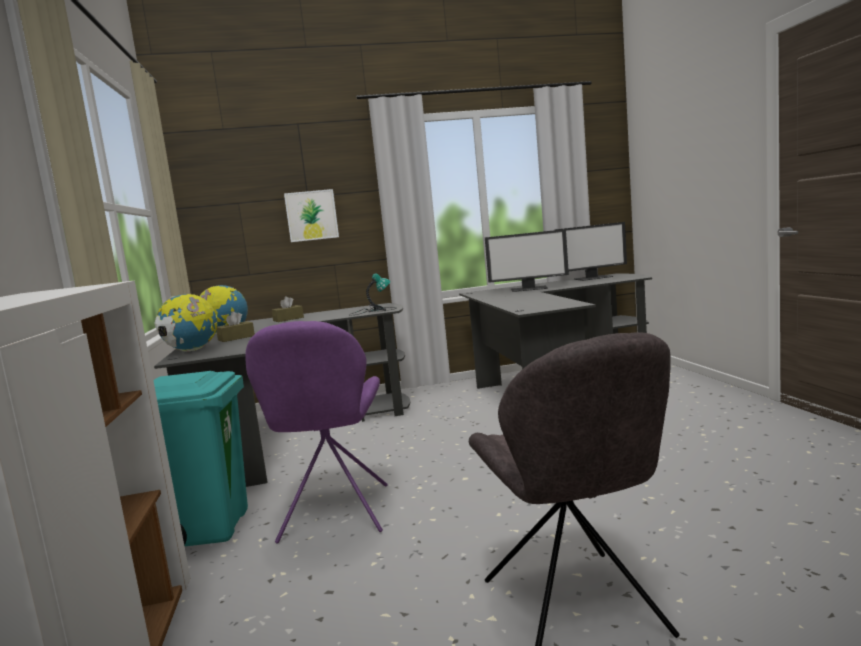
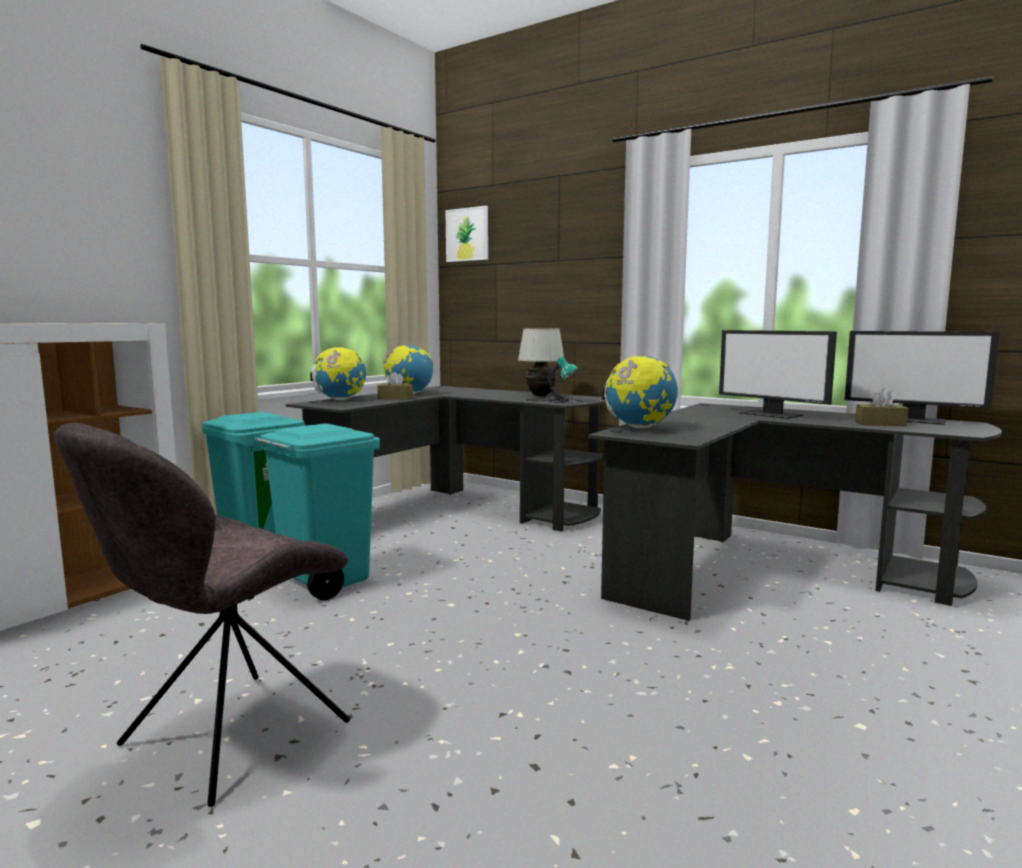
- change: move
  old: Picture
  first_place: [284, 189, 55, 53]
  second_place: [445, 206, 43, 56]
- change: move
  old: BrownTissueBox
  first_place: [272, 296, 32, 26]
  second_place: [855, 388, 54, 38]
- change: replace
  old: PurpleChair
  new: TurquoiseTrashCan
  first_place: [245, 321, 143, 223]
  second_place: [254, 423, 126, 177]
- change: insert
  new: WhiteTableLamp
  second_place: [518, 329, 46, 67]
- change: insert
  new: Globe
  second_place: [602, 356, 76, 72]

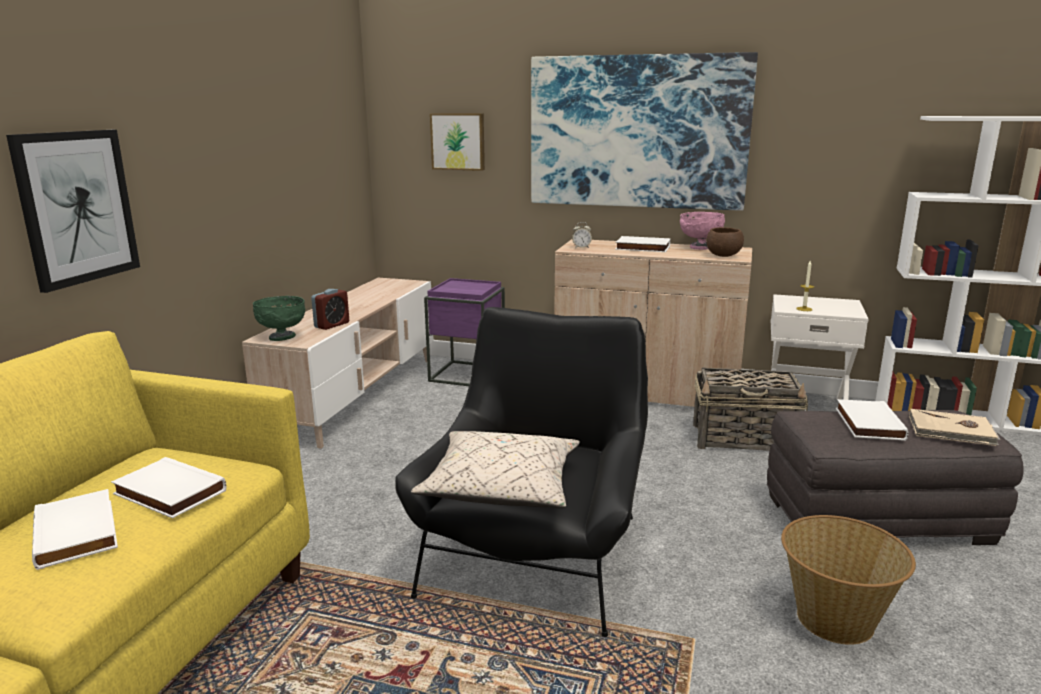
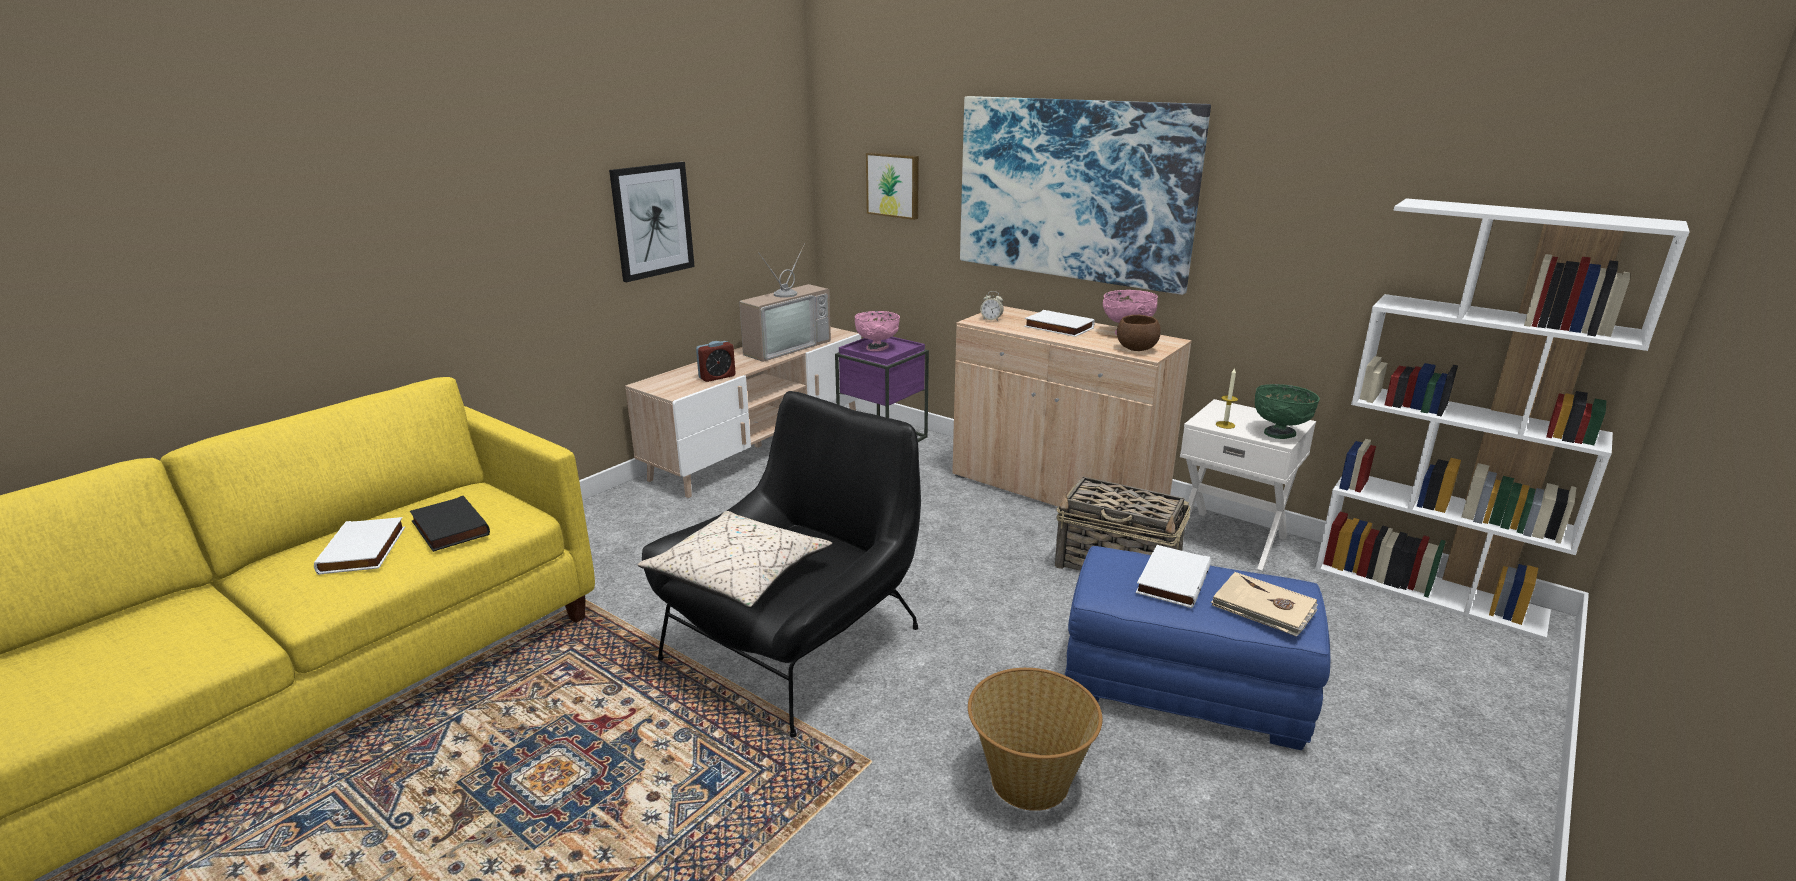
- change: move
  old: Picture
  first_place: [6, 130, 134, 163]
  second_place: [609, 162, 86, 120]
- change: move
  old: GreenBowl
  first_place: [253, 296, 52, 45]
  second_place: [1255, 384, 64, 55]
- change: recolor
  old: GreyOttoman
  new: BlueOttoman
  first_place: [767, 410, 257, 135]
  second_place: [1065, 546, 265, 204]
- change: recolor
  old: WhiteBook
  new: BlackBook
  first_place: [111, 457, 116, 61]
  second_place: [410, 496, 80, 56]
- change: insert
  new: Television
  second_place: [739, 243, 92, 119]
- change: insert
  new: PinkBowl
  second_place: [855, 311, 45, 40]

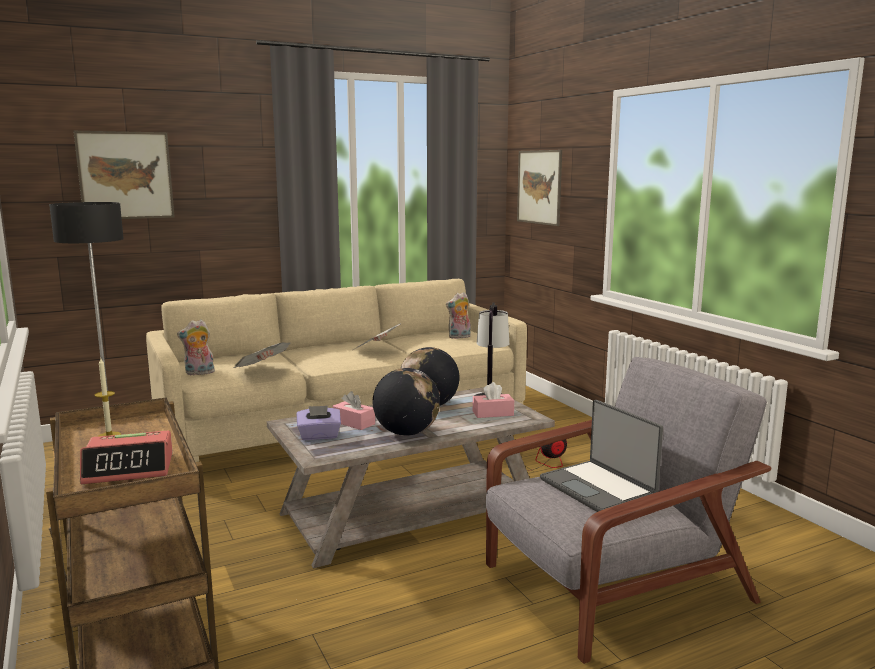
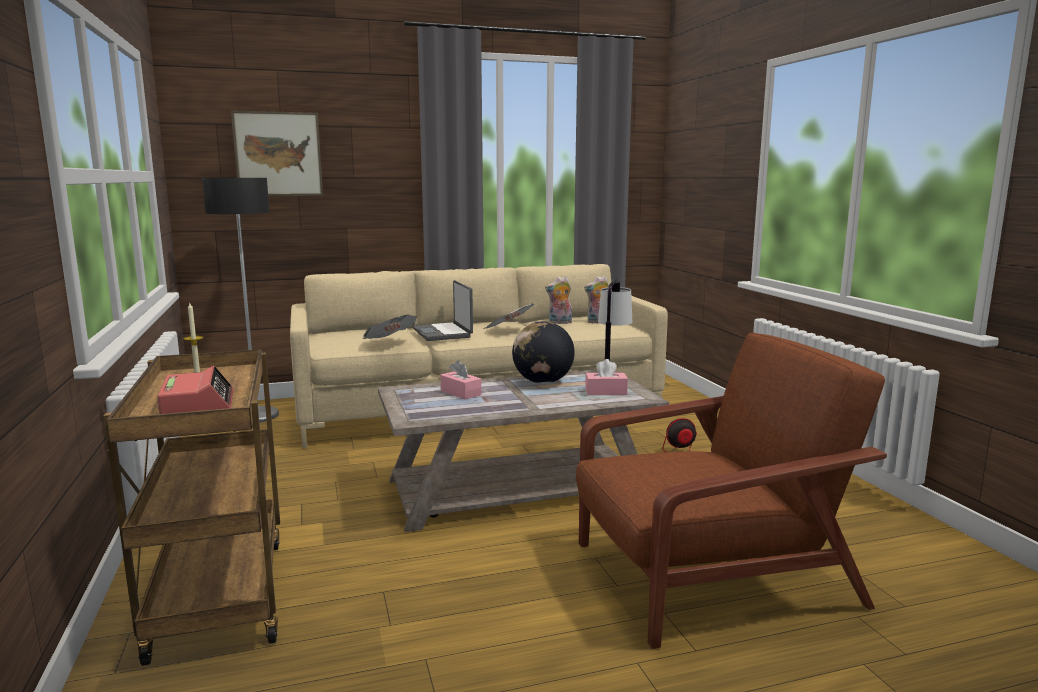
- change: delete
  old: Picture
  first_place: [517, 150, 45, 76]
- change: move
  old: PlushToy
  first_place: [177, 320, 38, 55]
  second_place: [545, 276, 27, 48]
- change: recolor
  old: GreyArmchair
  new: BrownArmchair
  first_place: [486, 357, 285, 307]
  second_place: [576, 332, 311, 317]
- change: delete
  old: Globe
  first_place: [373, 368, 67, 68]
- change: move
  old: Laptop
  first_place: [540, 400, 123, 112]
  second_place: [413, 280, 60, 61]
- change: delete
  old: PurpleTissueBox
  first_place: [297, 406, 44, 34]
- change: rotate
  old: AlarmClock
  first_place: [80, 431, 93, 53]
  second_place: [157, 366, 76, 48]
  degrees: -105

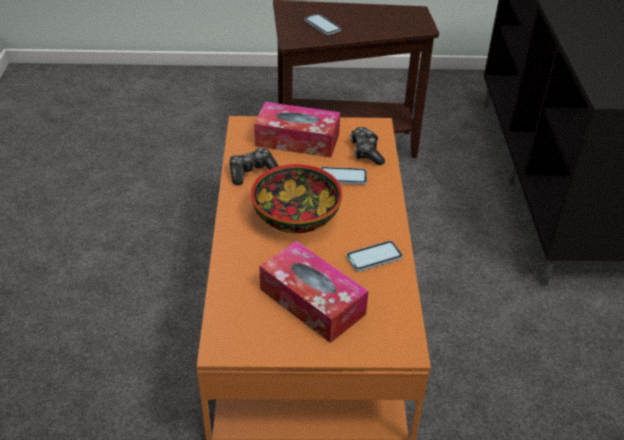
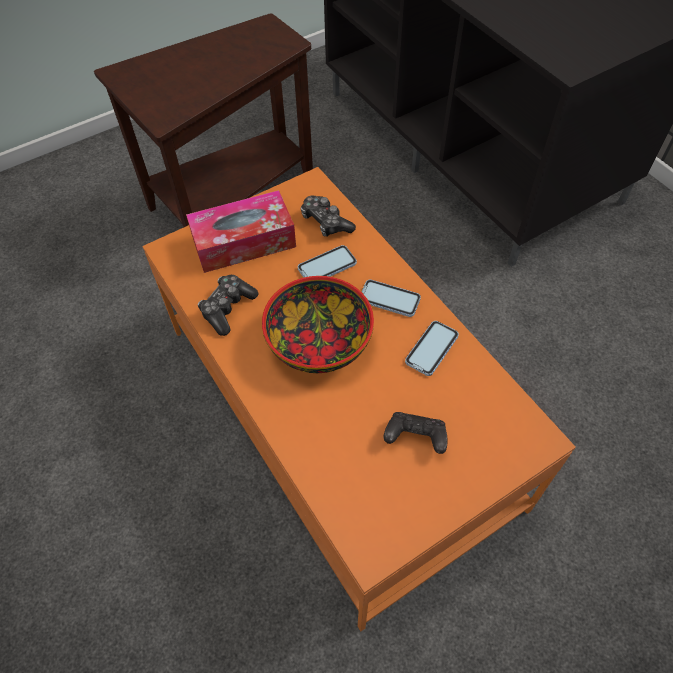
- change: move
  old: Phone
  first_place: [304, 14, 38, 21]
  second_place: [361, 280, 60, 37]
- change: replace
  old: TissueBox
  new: BlackGameController
  first_place: [259, 241, 110, 102]
  second_place: [384, 412, 64, 42]

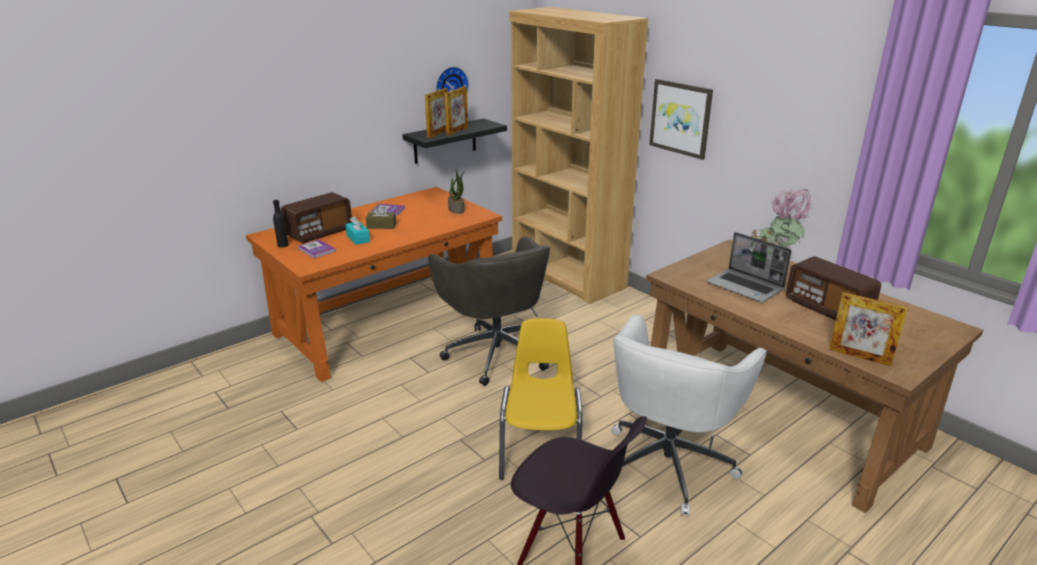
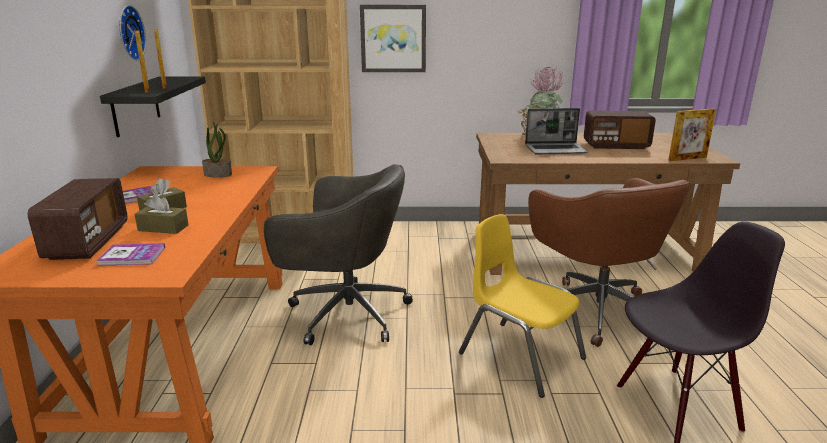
- change: delete
  old: BlackBottle
  first_place: [273, 200, 16, 48]
- change: recolor
  old: TurquoiseTissueBox
  new: BrownTissueBox
  first_place: [345, 216, 25, 29]
  second_place: [135, 194, 54, 40]
- change: recolor
  old: WhiteOfficeChair
  new: BrownOfficeChair
  first_place: [611, 315, 156, 201]
  second_place: [528, 178, 162, 169]

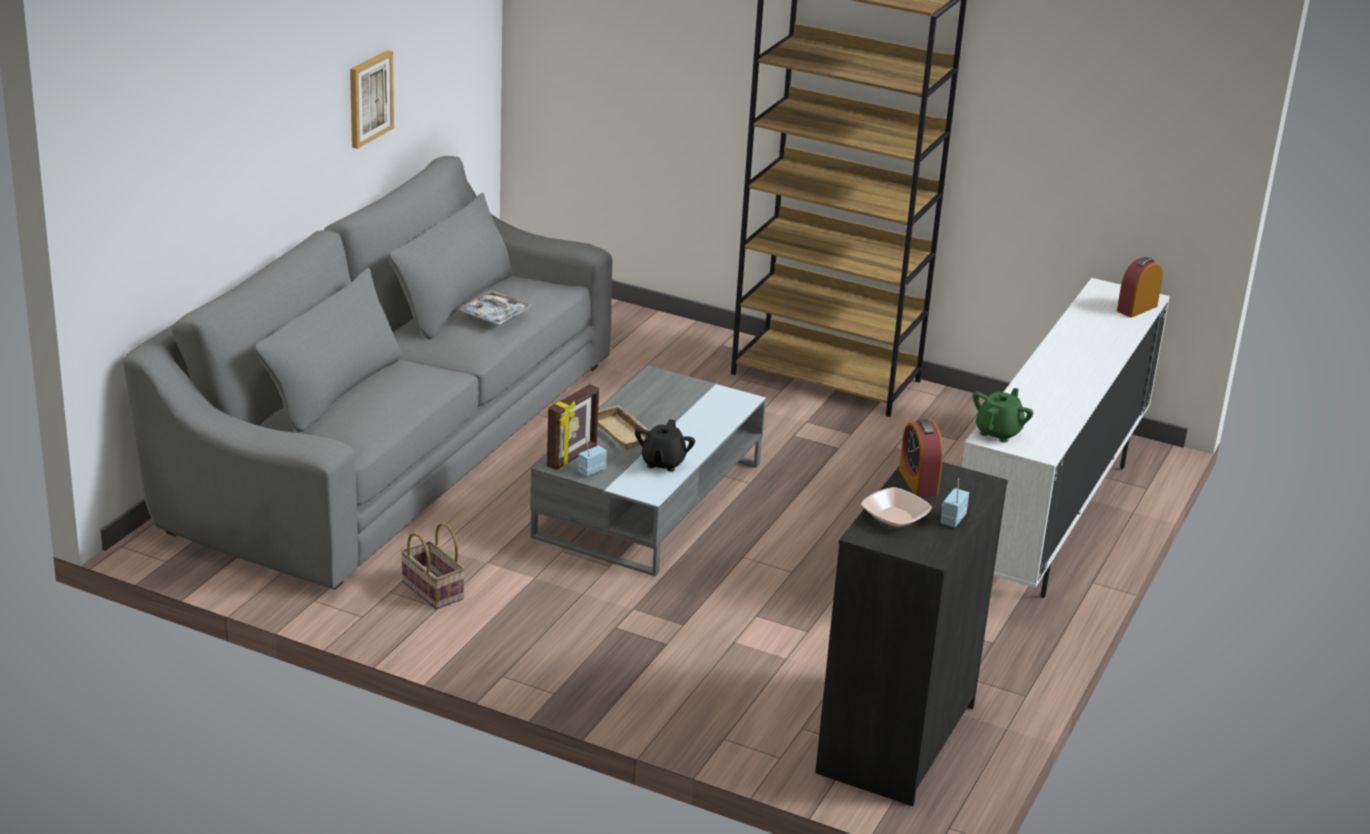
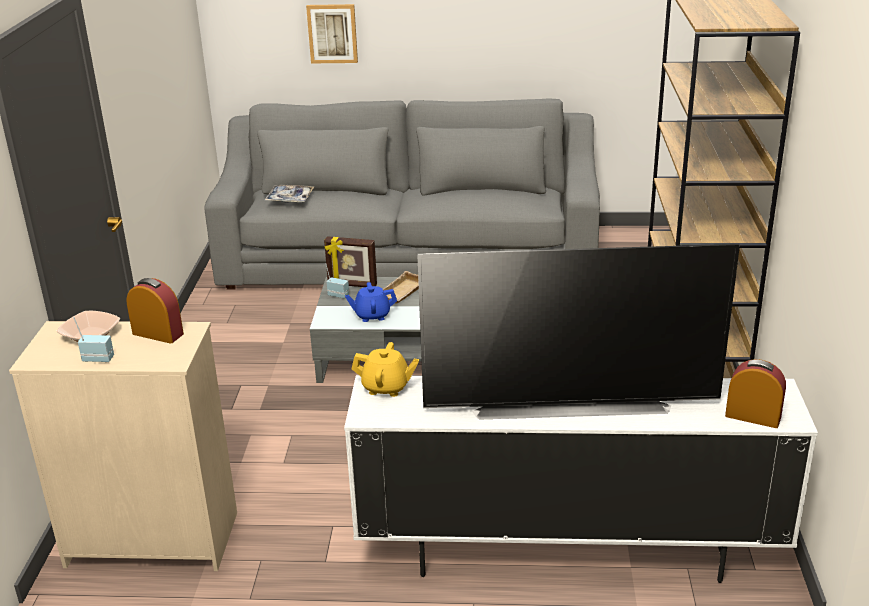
- change: move
  old: Picture
  first_place: [350, 50, 44, 99]
  second_place: [306, 4, 52, 59]
- change: move
  old: Tray
  first_place: [457, 290, 75, 35]
  second_place: [265, 185, 50, 17]
- change: recolor
  old: GreenTeapot
  new: YellowTeapot
  first_place: [973, 388, 60, 54]
  second_place: [352, 342, 67, 55]
- change: recolor
  old: BlackTeapot
  new: BlueTeapot
  first_place: [635, 419, 60, 53]
  second_place: [345, 282, 52, 40]
- change: rotate
  old: AlarmClock
  first_place: [899, 419, 44, 78]
  second_place: [126, 278, 58, 66]
  degrees: 60
- change: recolor
  old: BlackDresser
  new: BeigeDresser
  first_place: [815, 462, 193, 344]
  second_place: [9, 321, 228, 250]
- change: delete
  old: Basket
  first_place: [401, 522, 64, 87]
- change: insert
  new: Television
  second_place: [417, 244, 323, 176]

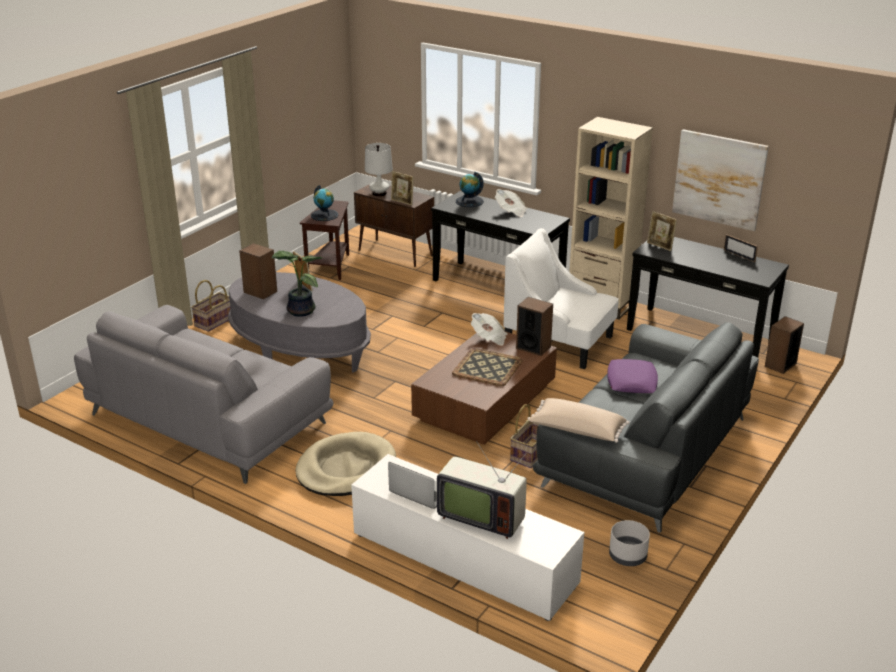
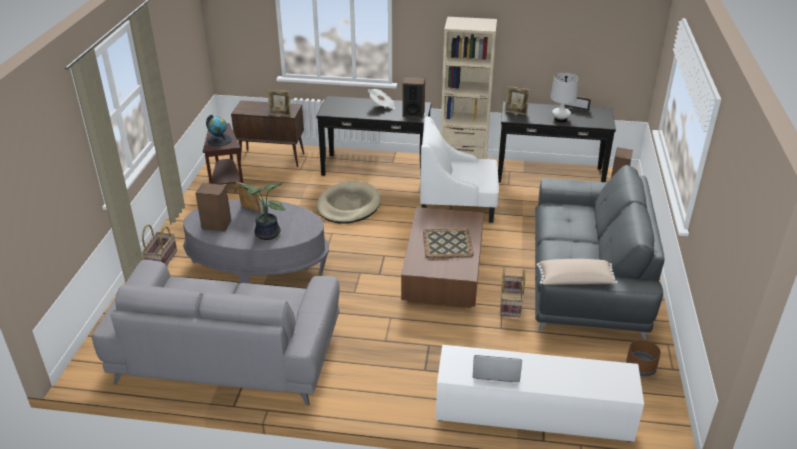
- change: delete
  old: Picture
  first_place: [672, 129, 97, 102]
- change: move
  old: WhiteTableLamp
  first_place: [365, 143, 28, 53]
  second_place: [550, 73, 28, 49]
- change: delete
  old: Globe
  first_place: [456, 172, 28, 35]
- change: move
  old: Speaker
  first_place: [516, 297, 37, 59]
  second_place: [402, 77, 23, 41]
- change: delete
  old: Newspaper
  first_place: [471, 313, 37, 33]
- change: delete
  old: PurplePillow
  first_place: [607, 359, 51, 34]
- change: move
  old: BeigeDogBed
  first_place: [296, 432, 100, 64]
  second_place: [317, 181, 64, 43]
- change: delete
  old: Television
  first_place: [437, 441, 90, 98]
- change: recolor
  old: GreyPlanter
  new: BrownPlanter
  first_place: [609, 520, 41, 46]
  second_place: [626, 340, 35, 36]

